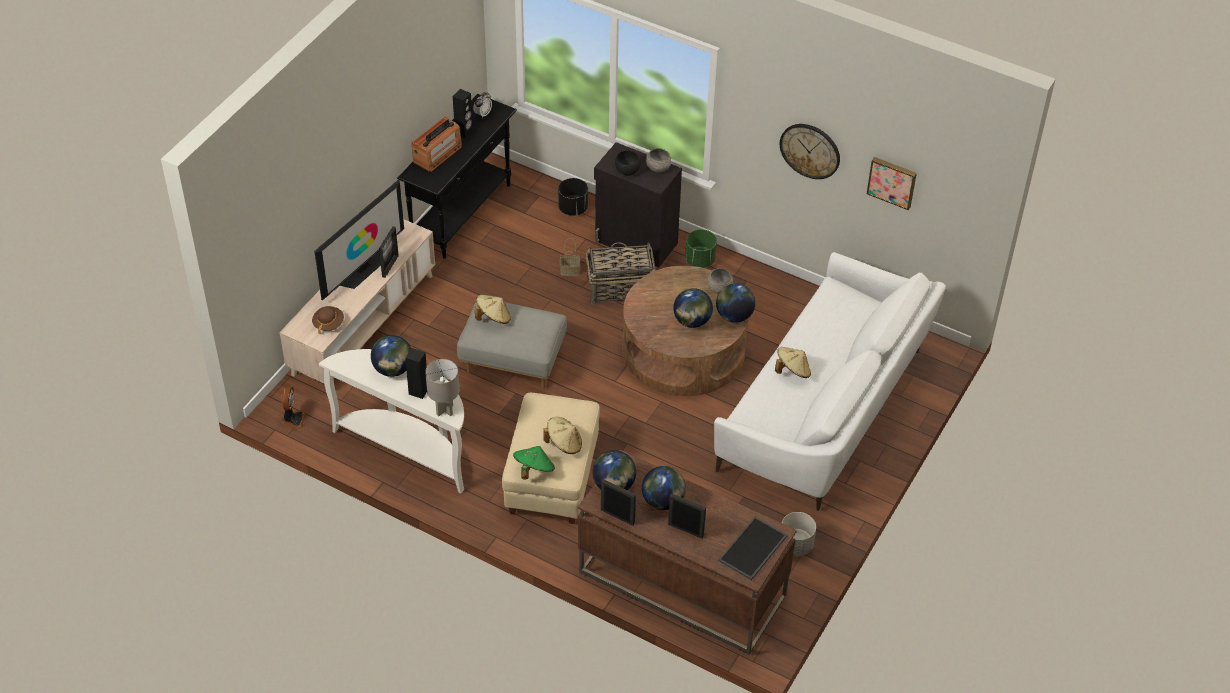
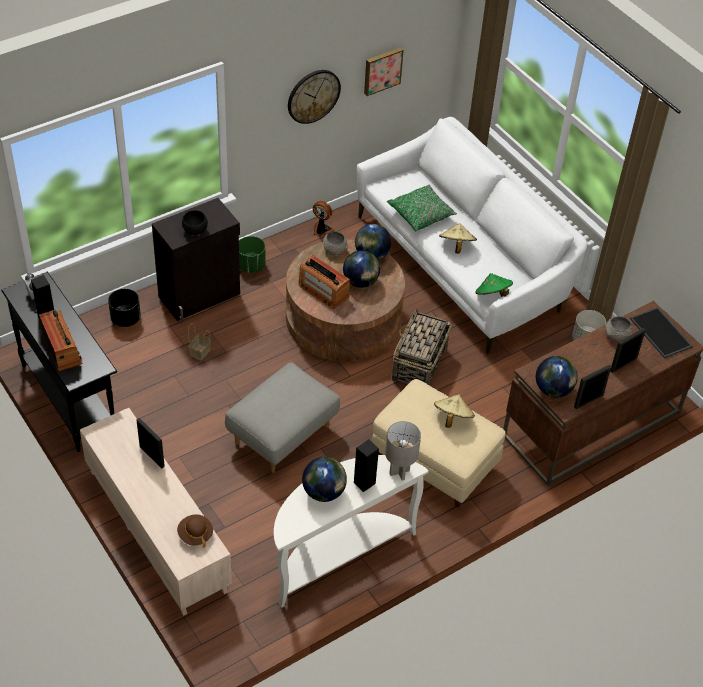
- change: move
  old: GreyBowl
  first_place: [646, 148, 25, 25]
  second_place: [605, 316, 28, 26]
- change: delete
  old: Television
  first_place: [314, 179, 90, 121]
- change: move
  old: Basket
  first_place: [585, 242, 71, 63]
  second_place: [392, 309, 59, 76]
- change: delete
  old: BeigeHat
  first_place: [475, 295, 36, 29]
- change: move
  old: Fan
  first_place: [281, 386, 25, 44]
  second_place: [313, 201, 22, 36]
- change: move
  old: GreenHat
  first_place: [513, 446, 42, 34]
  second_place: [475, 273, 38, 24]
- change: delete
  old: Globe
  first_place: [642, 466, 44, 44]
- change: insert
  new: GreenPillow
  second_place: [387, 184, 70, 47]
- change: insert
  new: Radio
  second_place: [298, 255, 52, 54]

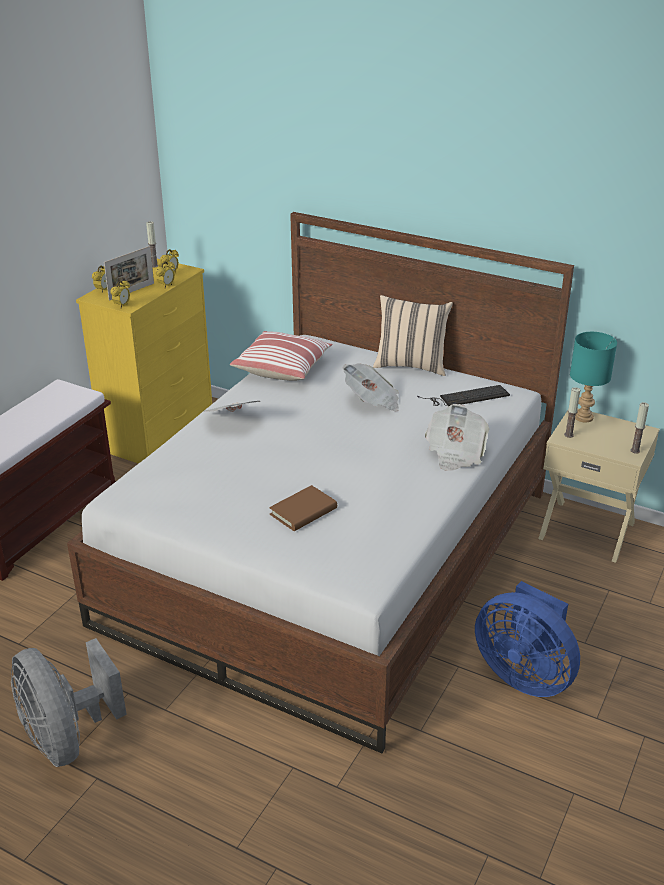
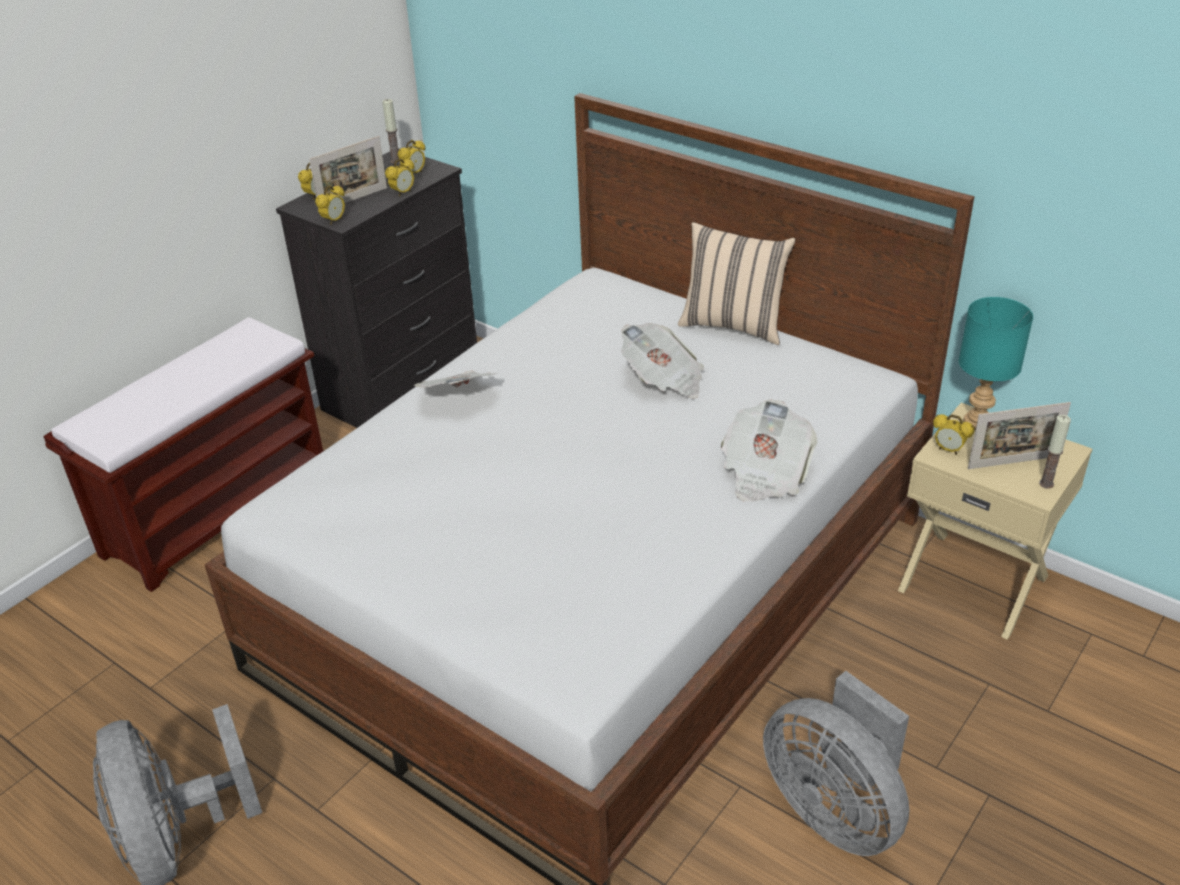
- change: recolor
  old: YellowDresser
  new: BlackDresser
  first_place: [76, 259, 136, 205]
  second_place: [276, 148, 201, 280]
- change: delete
  old: Pillow
  first_place: [230, 331, 102, 50]
- change: delete
  old: Keyboard
  first_place: [417, 385, 93, 21]
- change: replace
  old: Candle
  new: AlarmClock
  first_place: [564, 387, 16, 51]
  second_place: [933, 414, 41, 41]
- change: delete
  old: BrownBook
  first_place: [269, 485, 68, 46]
- change: recolor
  old: BlueFan
  new: GreyFan
  first_place: [475, 581, 105, 116]
  second_place: [763, 671, 146, 185]
- change: insert
  new: PictureFrame
  second_place: [968, 402, 103, 67]

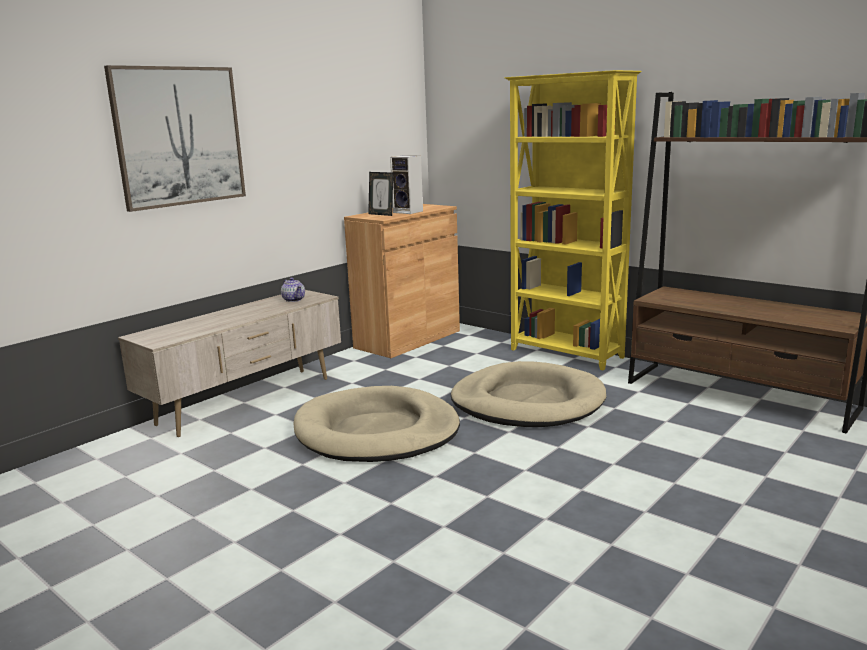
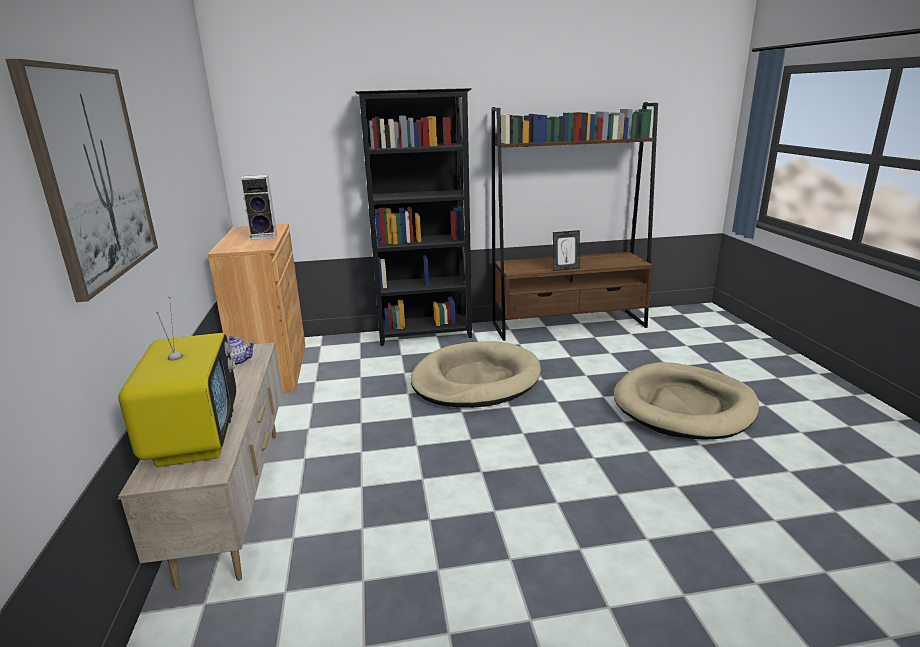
- change: recolor
  old: YellowBookcase
  new: BlackBookcase
  first_place: [505, 70, 136, 301]
  second_place: [355, 88, 117, 258]
- change: move
  old: PictureFrame
  first_place: [368, 172, 25, 44]
  second_place: [553, 230, 27, 41]
- change: move
  old: BeigeDogBed
  first_place: [293, 386, 167, 76]
  second_place: [614, 362, 145, 78]
- change: insert
  new: Television
  second_place: [118, 296, 118, 171]

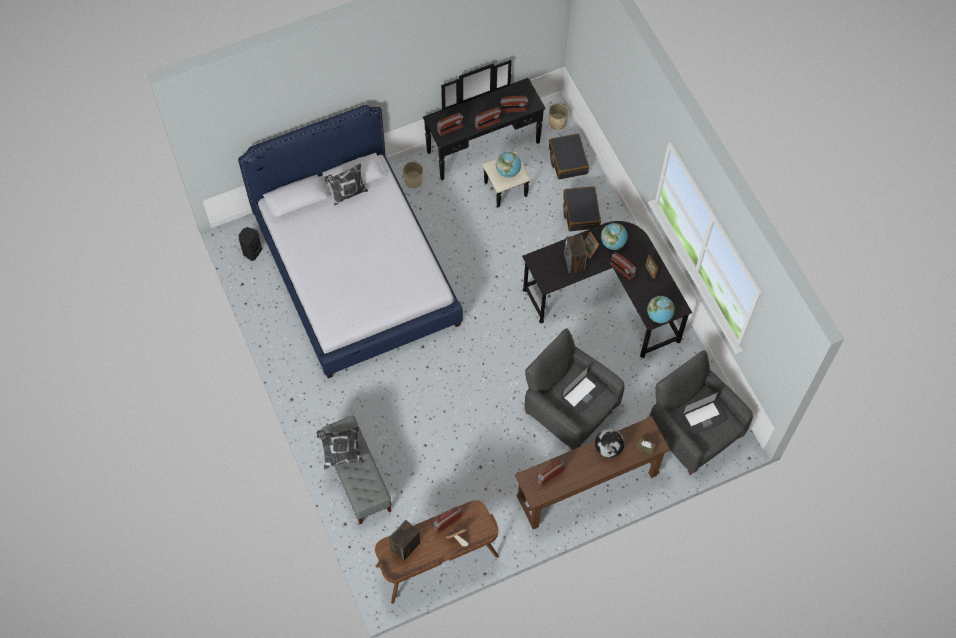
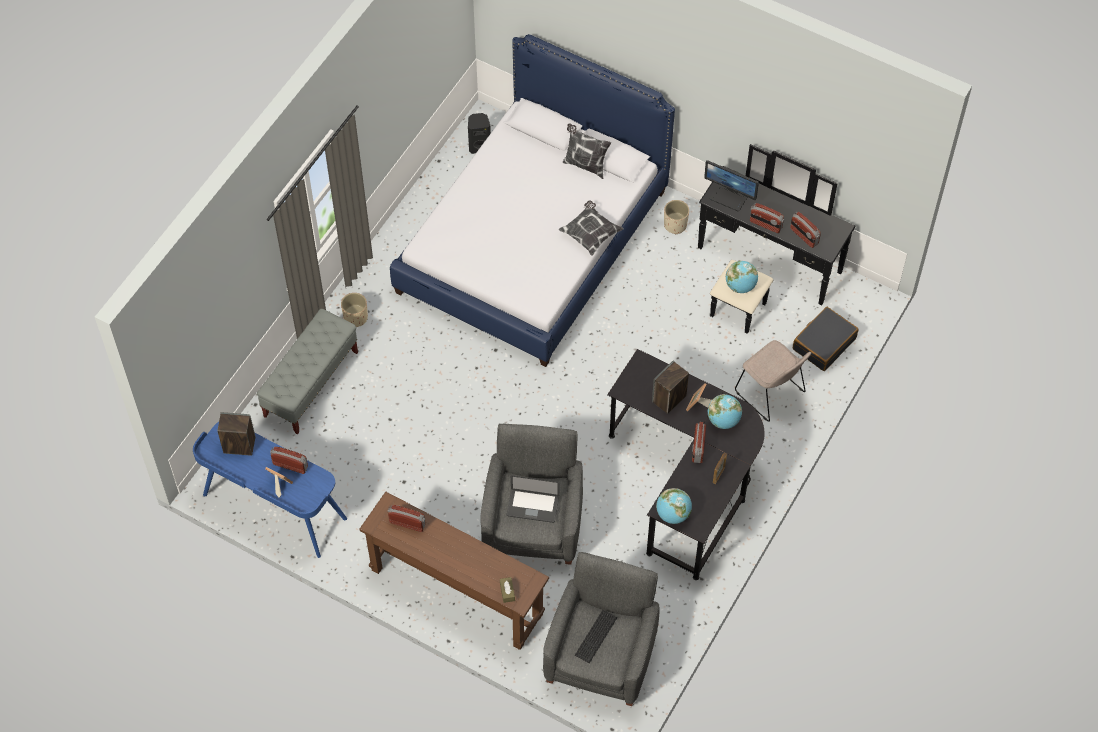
- change: move
  old: BeigePlanter
  first_place: [549, 103, 19, 27]
  second_place: [341, 293, 27, 34]
- change: replace
  old: Radio
  new: Monitor
  first_place: [437, 113, 26, 23]
  second_place: [704, 160, 55, 51]
- change: replace
  old: BlackSuitcase
  new: BeigeChair
  first_place: [563, 186, 38, 45]
  second_place: [735, 340, 76, 82]
- change: replace
  old: Laptop
  new: Keyboard
  first_place: [682, 392, 44, 43]
  second_place: [575, 610, 42, 53]
- change: move
  old: Pillow
  first_place: [317, 426, 47, 43]
  second_place: [559, 201, 64, 55]
- change: delete
  old: Globe
  first_place: [595, 429, 29, 29]
- change: recolor
  old: BrownDesk
  new: BlueDesk
  first_place: [375, 500, 124, 104]
  second_place: [193, 422, 154, 136]

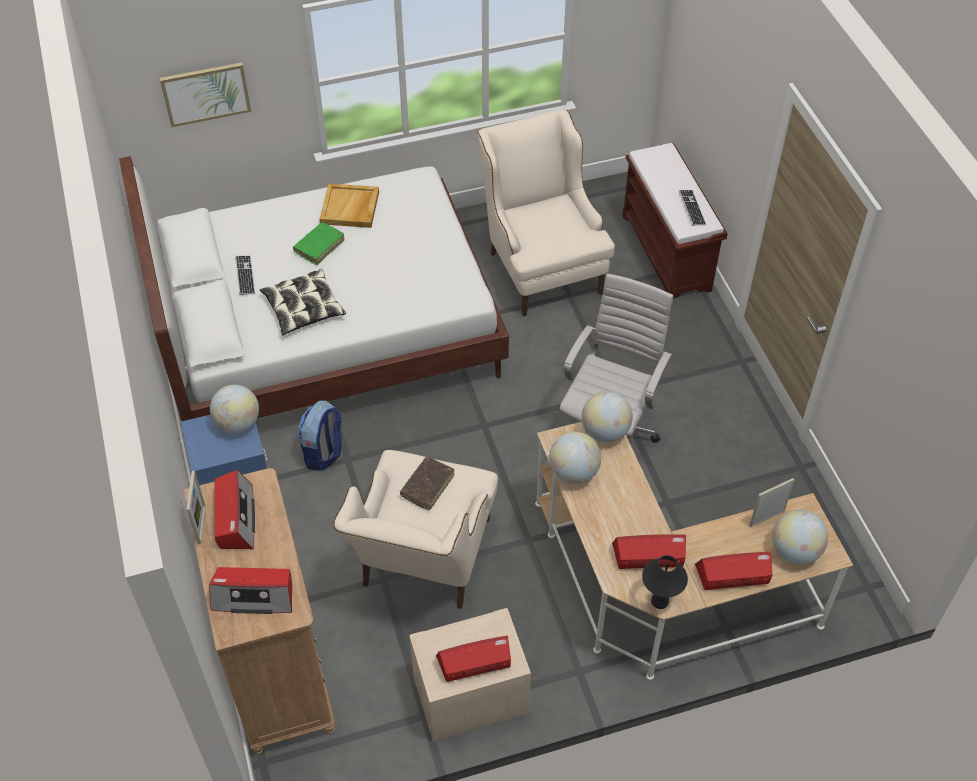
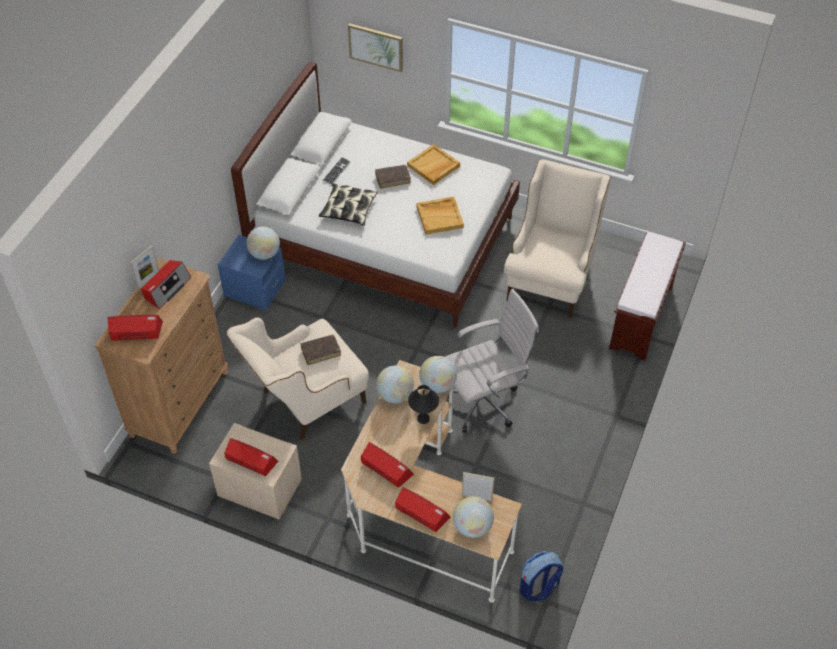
- change: delete
  old: Keyboard
  first_place: [679, 190, 27, 36]
- change: recolor
  old: GreenBook
  new: BrownBook
  first_place: [293, 223, 52, 42]
  second_place: [375, 165, 36, 24]
- change: move
  old: Backpack
  first_place: [297, 400, 45, 71]
  second_place: [520, 551, 43, 50]
- change: move
  old: BlackTableLamp
  first_place: [642, 555, 46, 54]
  second_place: [408, 385, 31, 39]
- change: rotate
  old: Radio
  first_place: [209, 567, 83, 47]
  second_place: [108, 315, 55, 26]
  degrees: 135
- change: insert
  new: BeigeTray
  second_place: [417, 197, 47, 38]

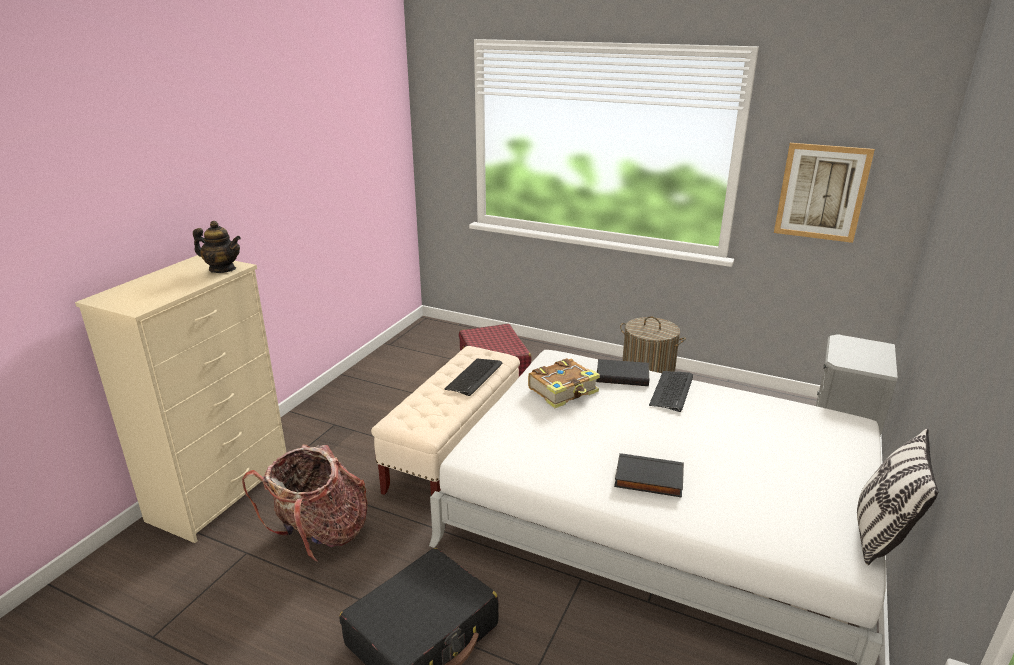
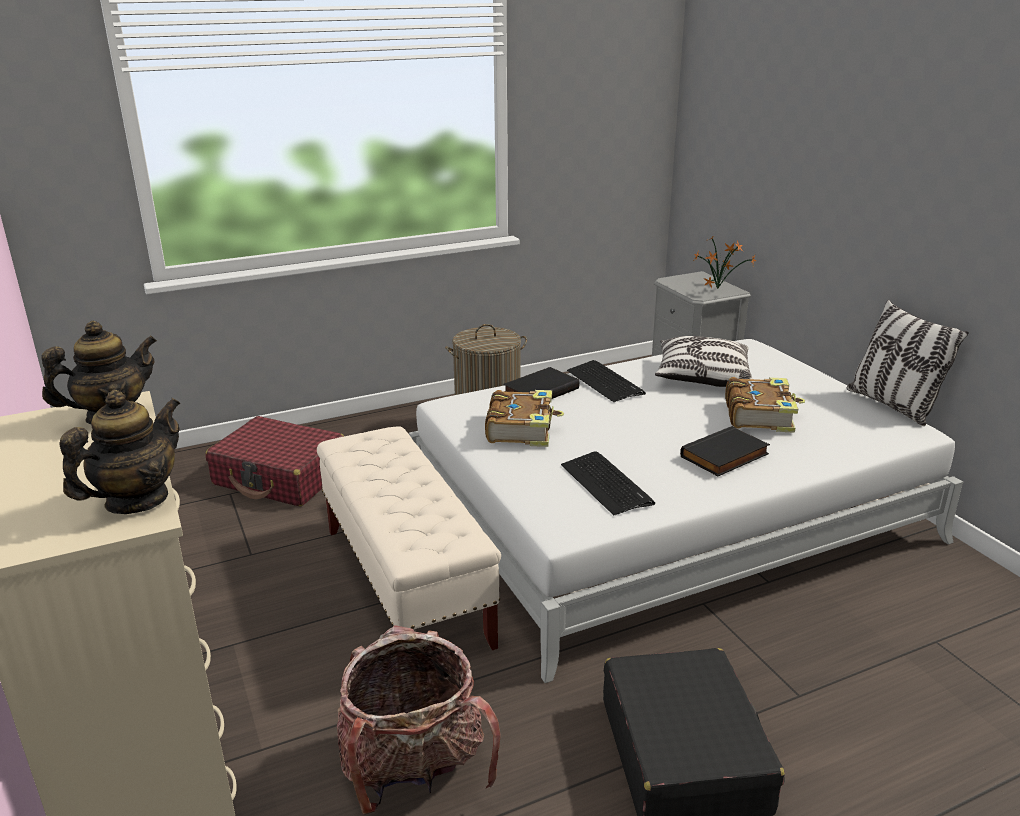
- change: delete
  old: Picture
  first_place: [774, 143, 101, 100]
- change: move
  old: Keyboard
  first_place: [444, 359, 58, 37]
  second_place: [561, 451, 94, 65]
- change: insert
  new: PottedPlant
  second_place: [693, 235, 63, 54]
- change: insert
  new: Pillow
  second_place: [655, 336, 98, 51]
- change: insert
  new: Book
  second_place: [725, 377, 80, 56]
- change: insert
  new: Teapot
  second_place: [60, 390, 120, 124]

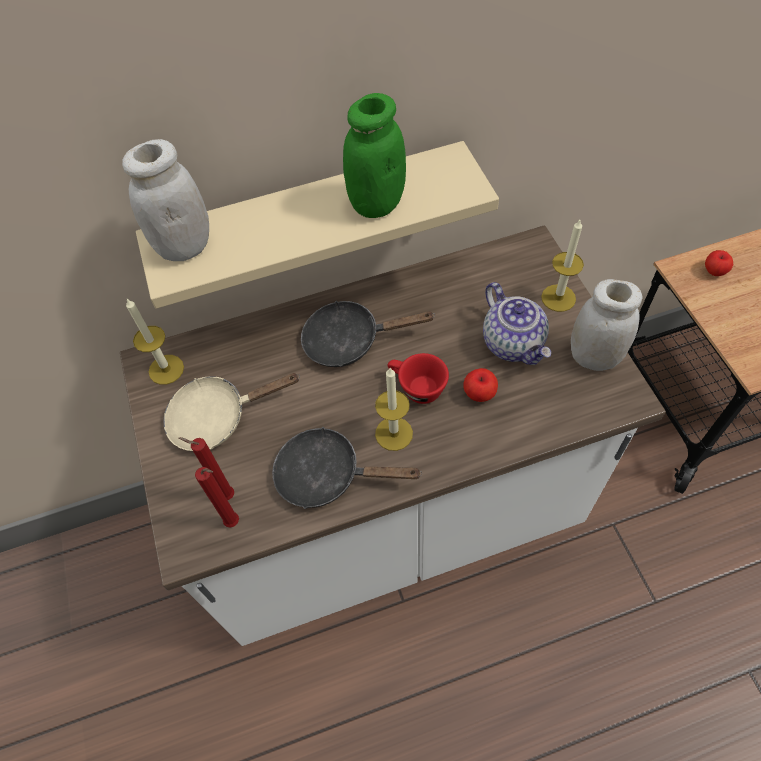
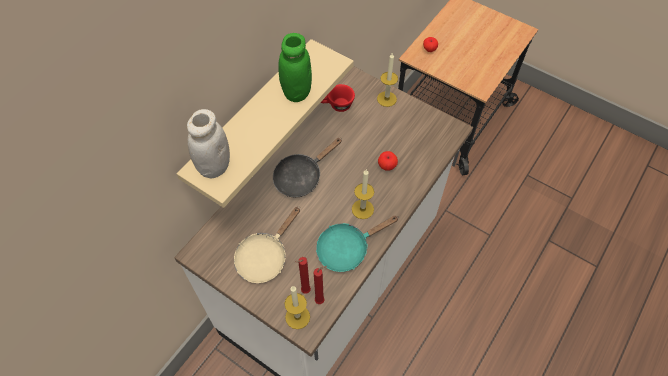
- change: delete
  old: WhiteJar
  first_place: [571, 279, 71, 92]
- change: delete
  old: Teapot
  first_place: [483, 282, 68, 83]
- change: move
  old: Candle
  first_place: [126, 299, 58, 86]
  second_place: [284, 286, 26, 43]
- change: move
  old: RedCup
  first_place: [387, 353, 62, 51]
  second_place: [321, 84, 34, 28]
- change: recolor
  old: BlackFryingPan
  new: TurquoiseFryingPan
  first_place: [272, 427, 150, 82]
  second_place: [316, 216, 83, 56]

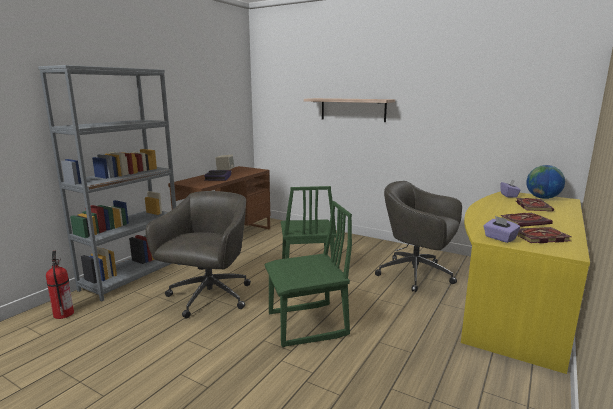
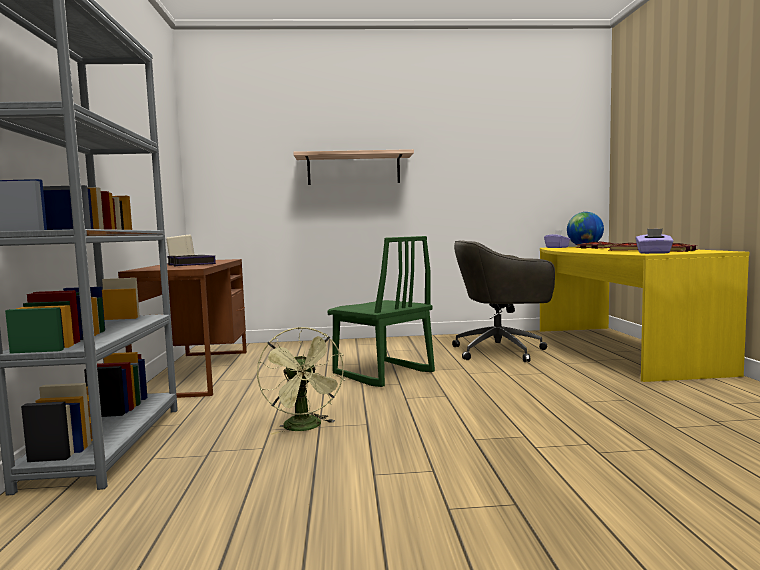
- change: replace
  old: GreyOfficeChair
  new: GreenFan
  first_place: [145, 191, 106, 128]
  second_place: [257, 327, 88, 108]
- change: delete
  old: GreenChair
  first_place: [265, 201, 87, 146]
- change: delete
  old: FireExtinguisher
  first_place: [46, 251, 28, 68]

